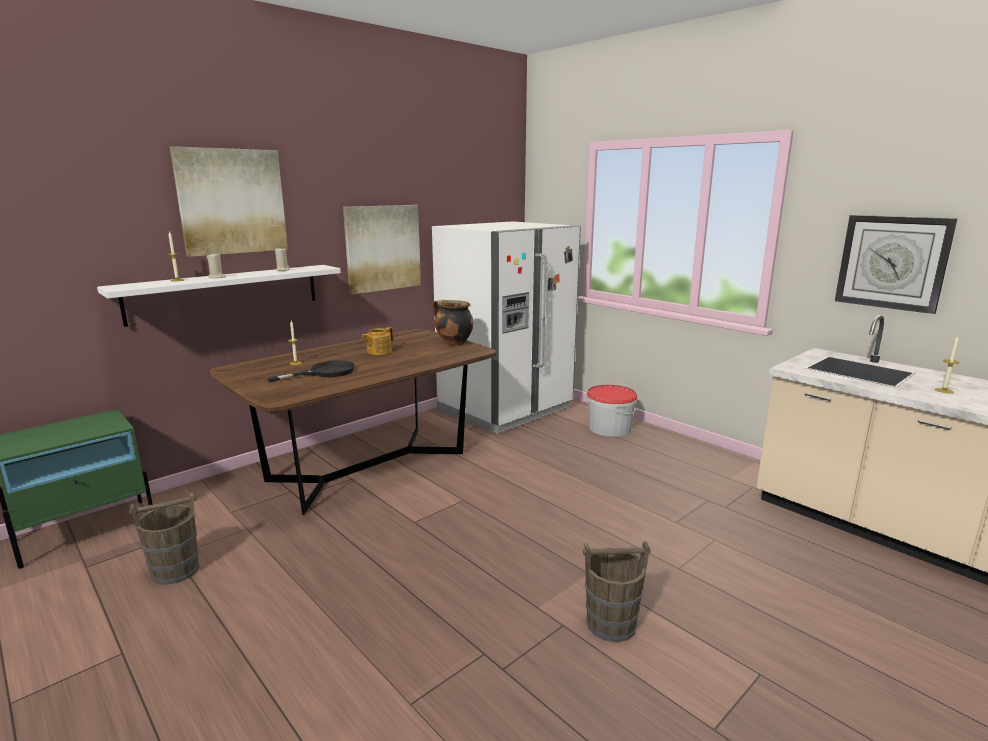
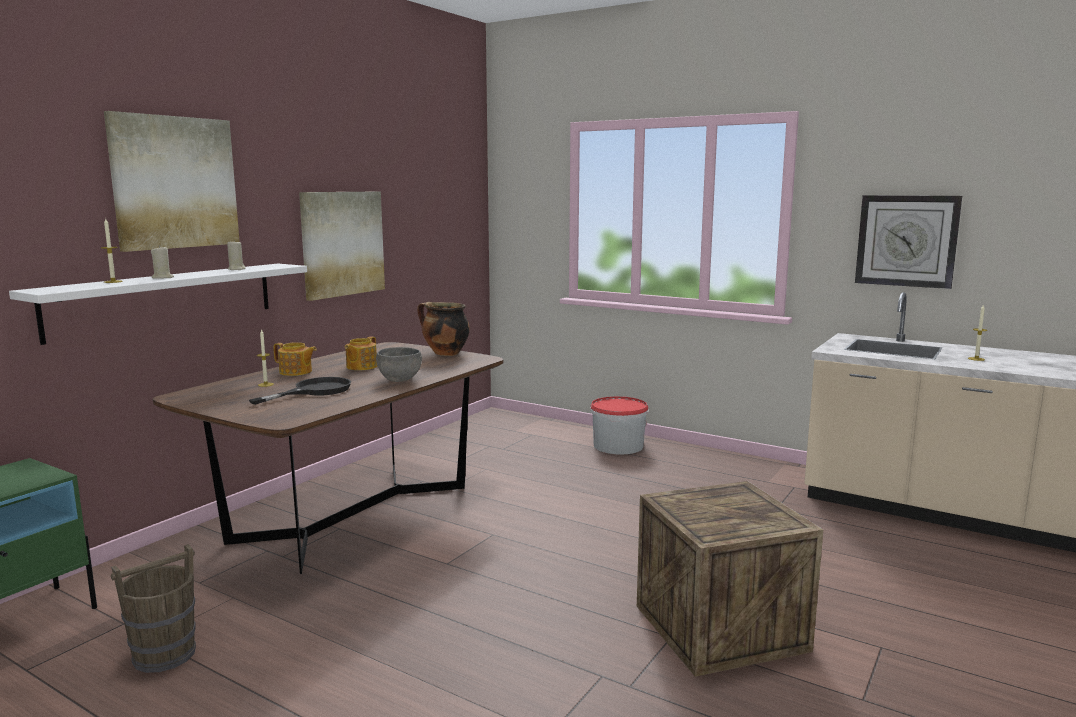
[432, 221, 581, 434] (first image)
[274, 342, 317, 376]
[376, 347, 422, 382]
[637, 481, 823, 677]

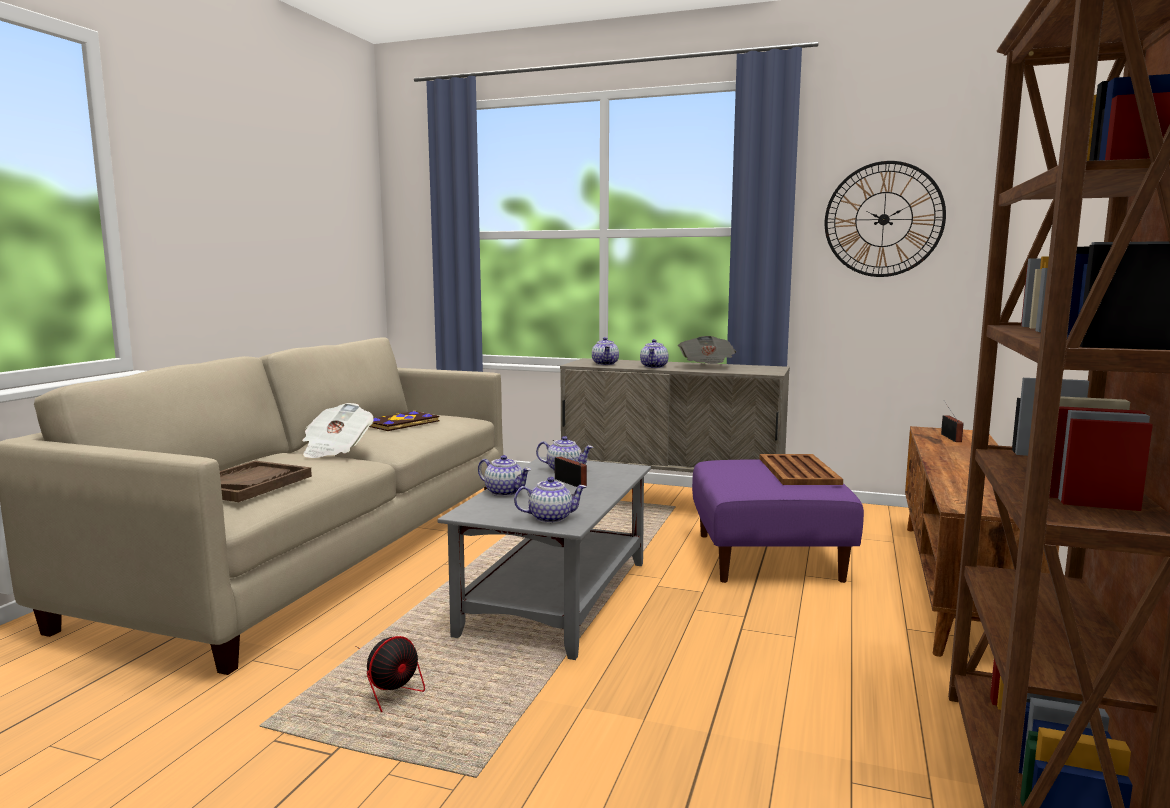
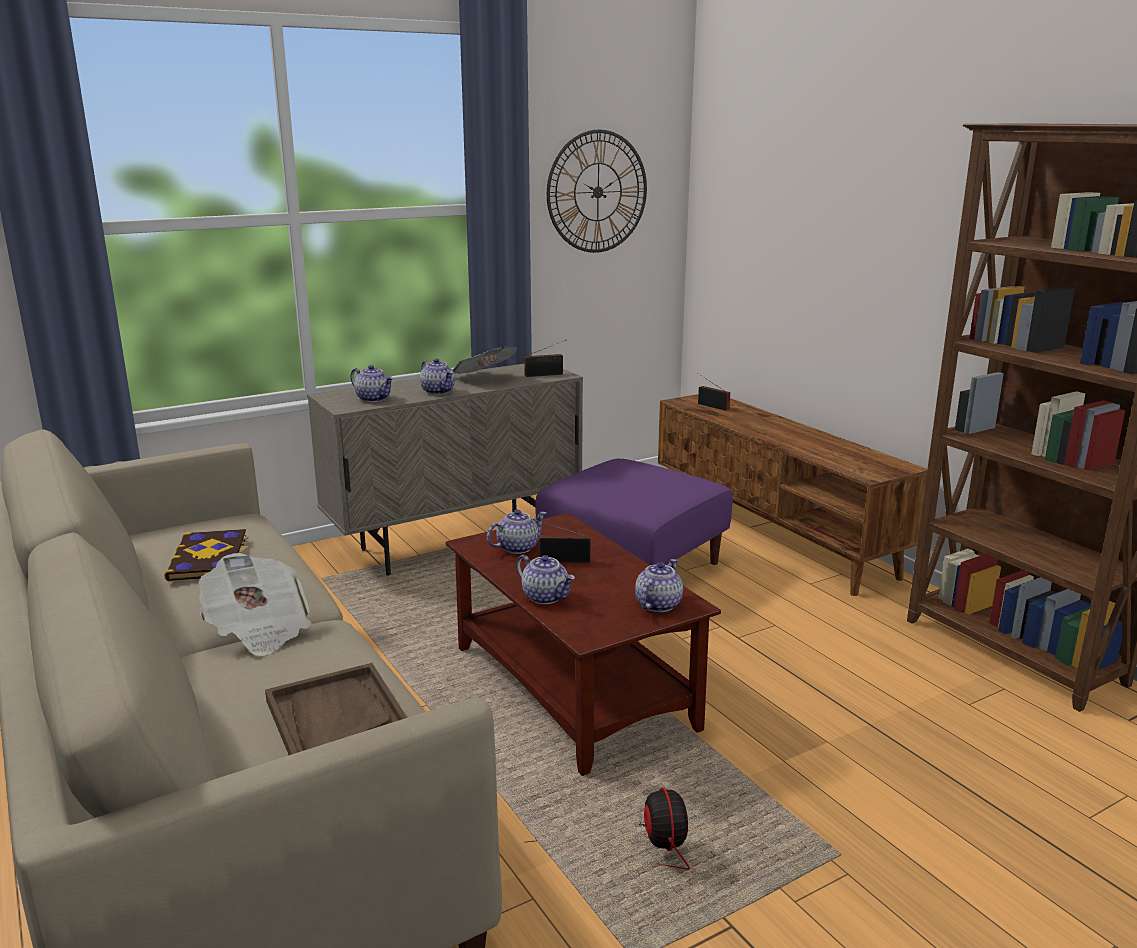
[760, 454, 843, 485] (first image)
[524, 340, 566, 377]
[446, 513, 721, 776]
[516, 555, 575, 604]

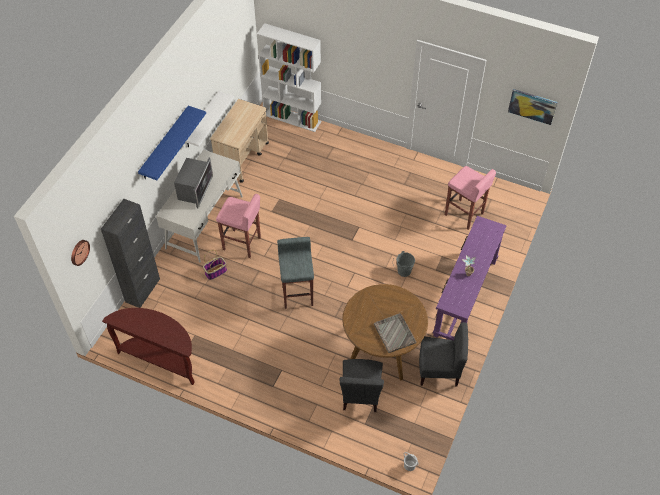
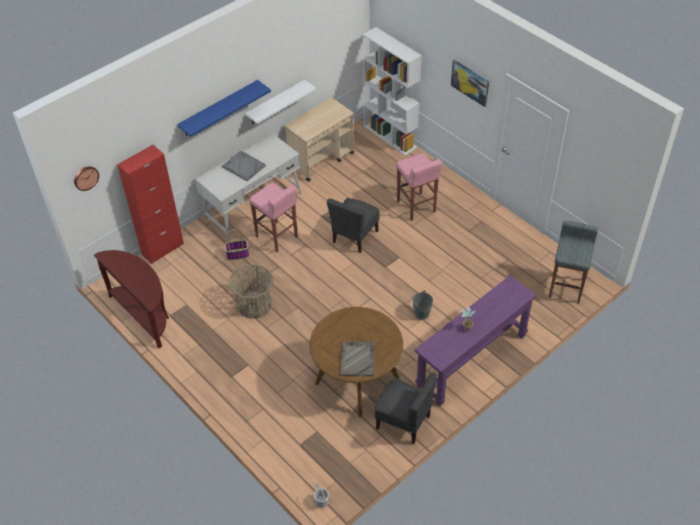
[229, 264, 273, 318]
[549, 221, 598, 304]
[327, 198, 380, 253]
[396, 153, 442, 221]
[451, 60, 489, 107]
[222, 151, 266, 181]
[117, 145, 184, 264]

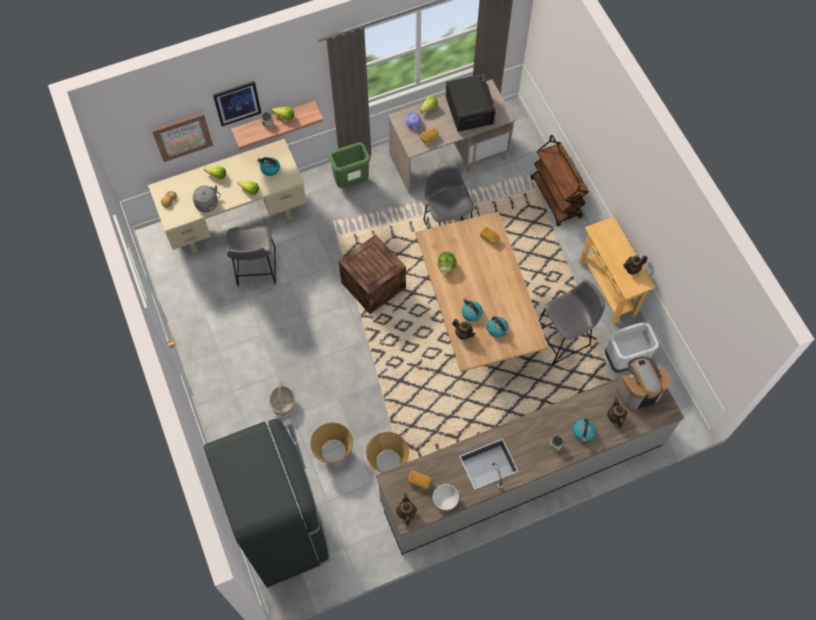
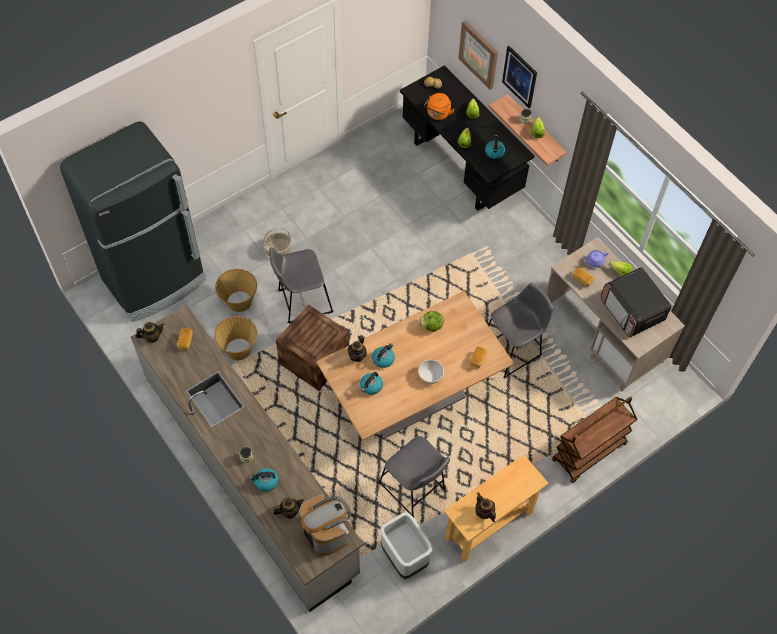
[329, 142, 371, 189] (first image)
[269, 247, 333, 324]
[276, 304, 349, 391]
[418, 360, 444, 384]
[400, 65, 534, 211]
[424, 93, 455, 120]
[601, 267, 671, 337]

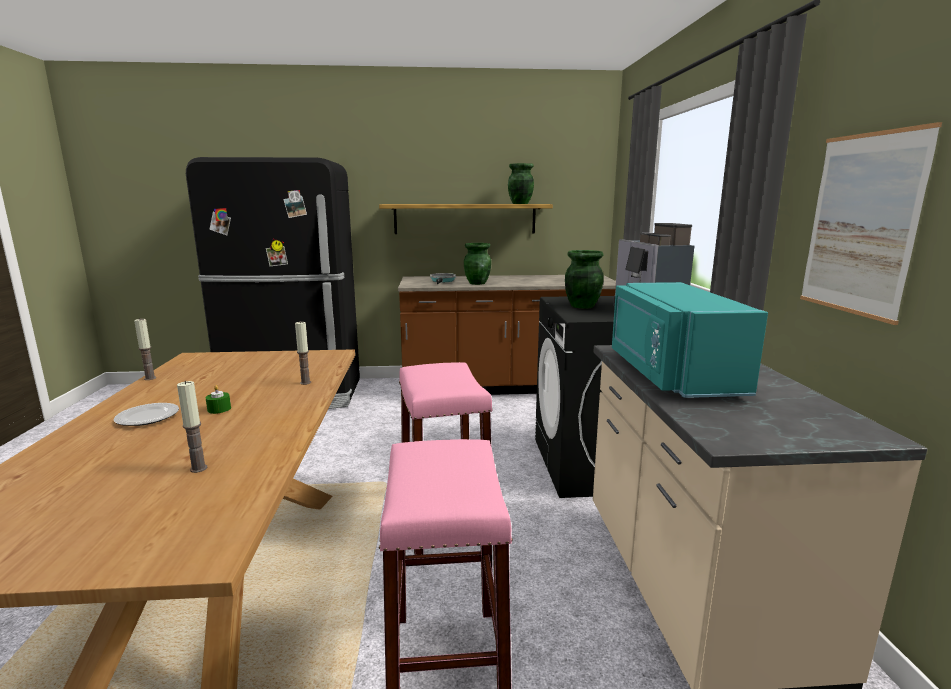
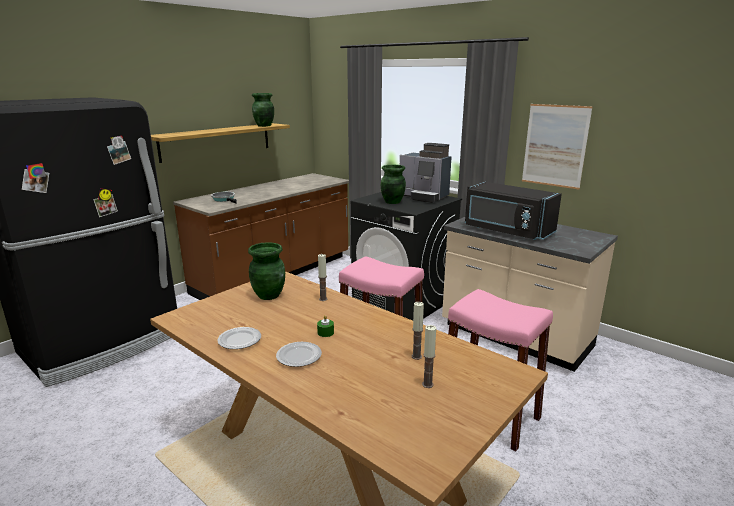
[217, 327, 261, 349]
[422, 325, 436, 388]
[248, 242, 285, 300]
[465, 182, 562, 240]

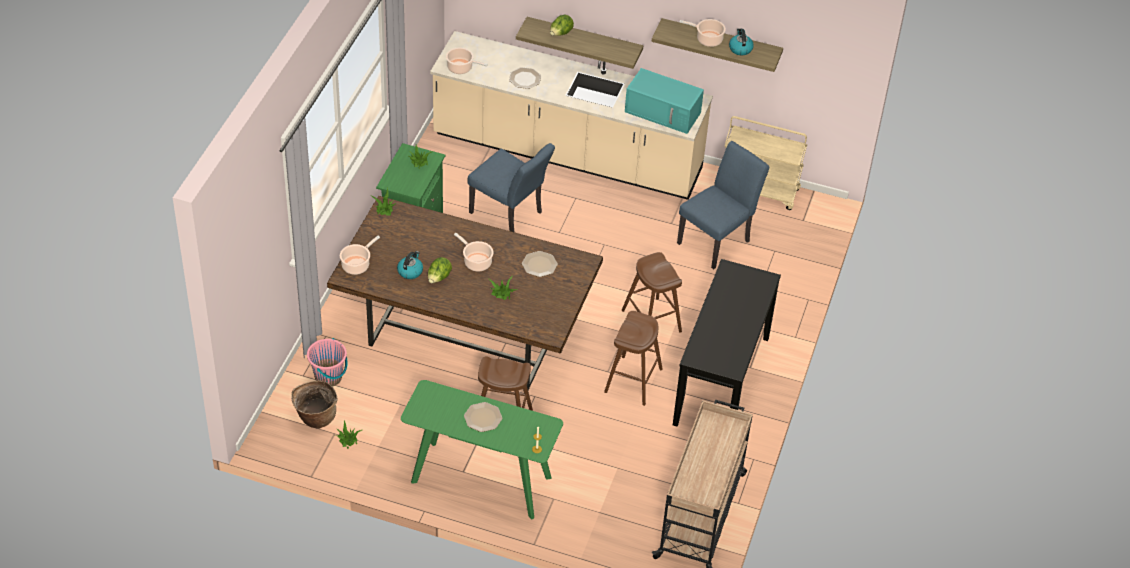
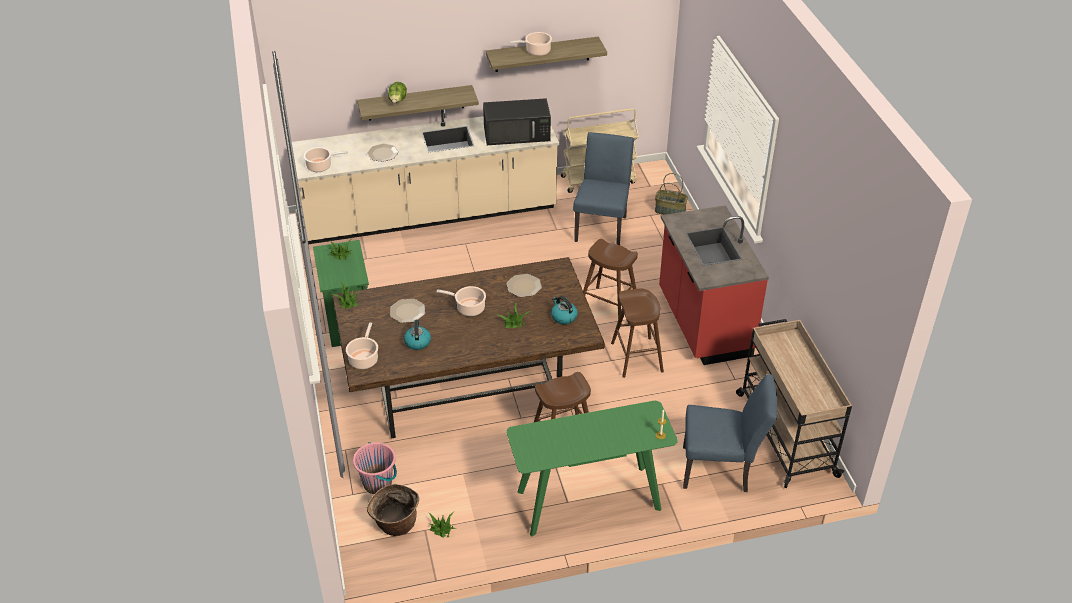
[428, 257, 452, 283] (first image)
[655, 173, 688, 215]
[390, 299, 425, 323]
[683, 374, 777, 492]
[551, 296, 578, 324]
[659, 205, 769, 365]
[483, 98, 551, 145]

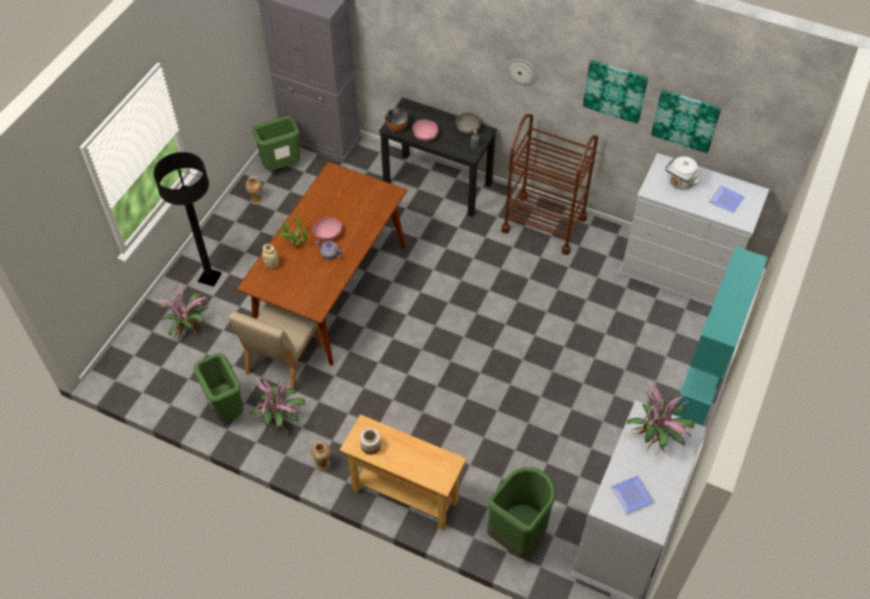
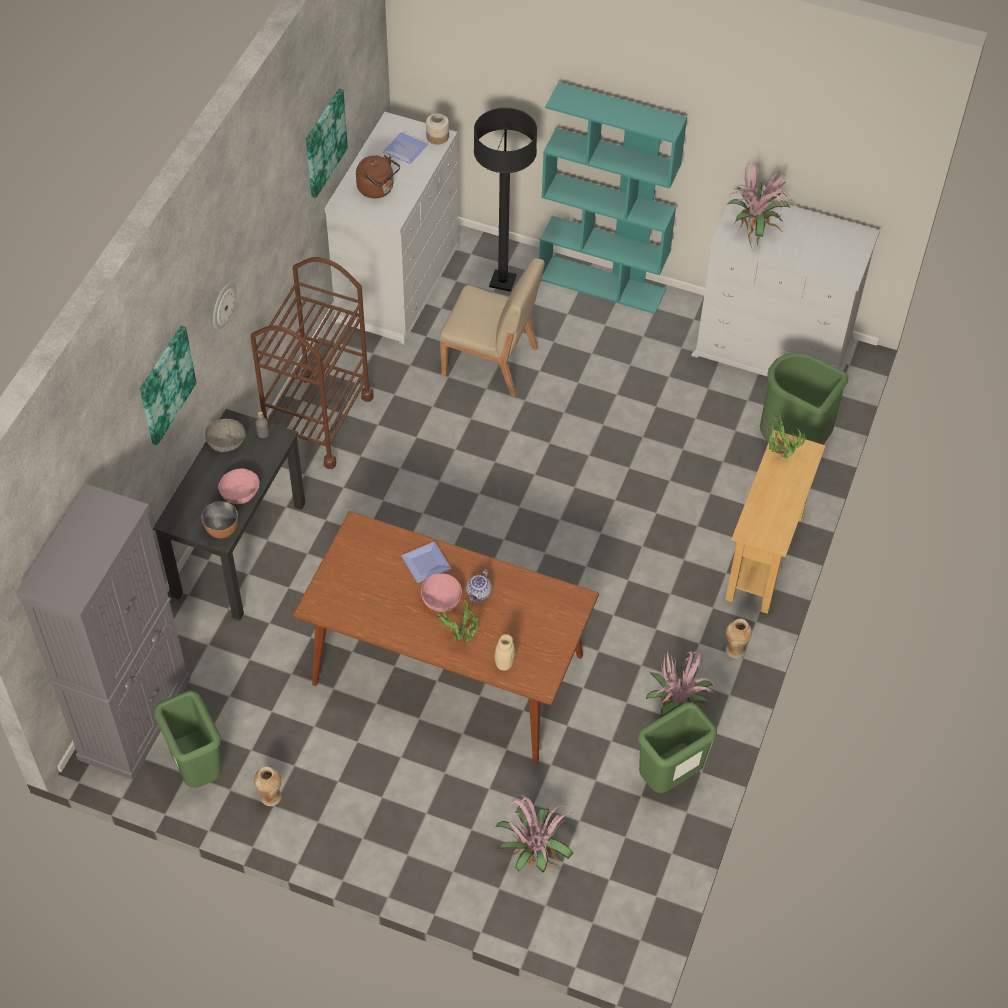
[766, 413, 805, 458]
[474, 108, 537, 292]
[439, 258, 545, 397]
[426, 114, 449, 145]
[140, 326, 197, 445]
[401, 542, 451, 583]
[356, 155, 400, 198]

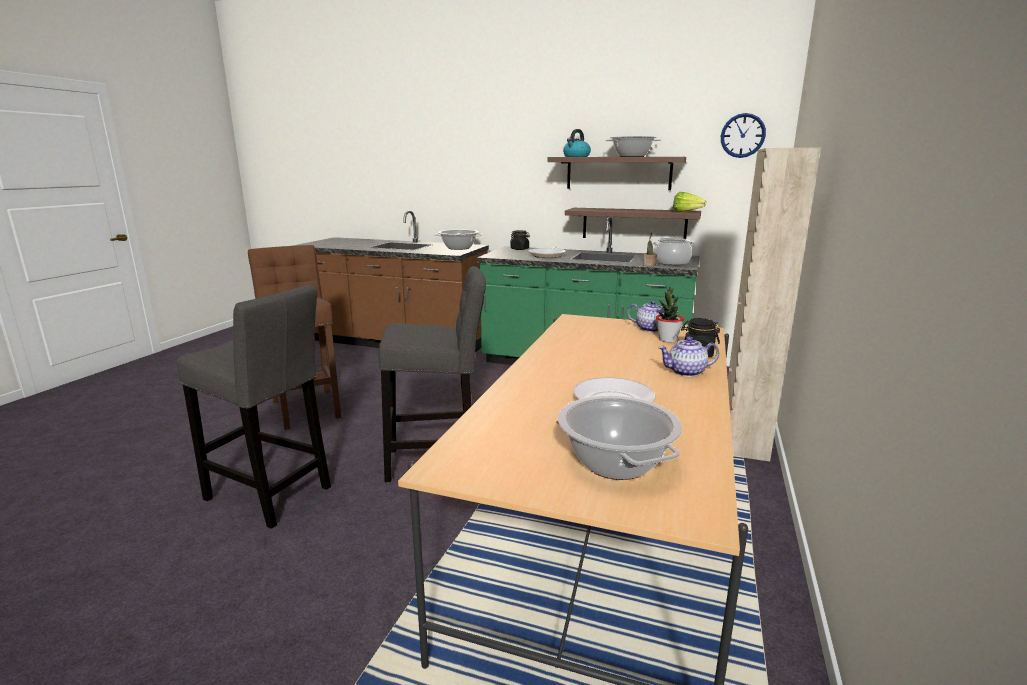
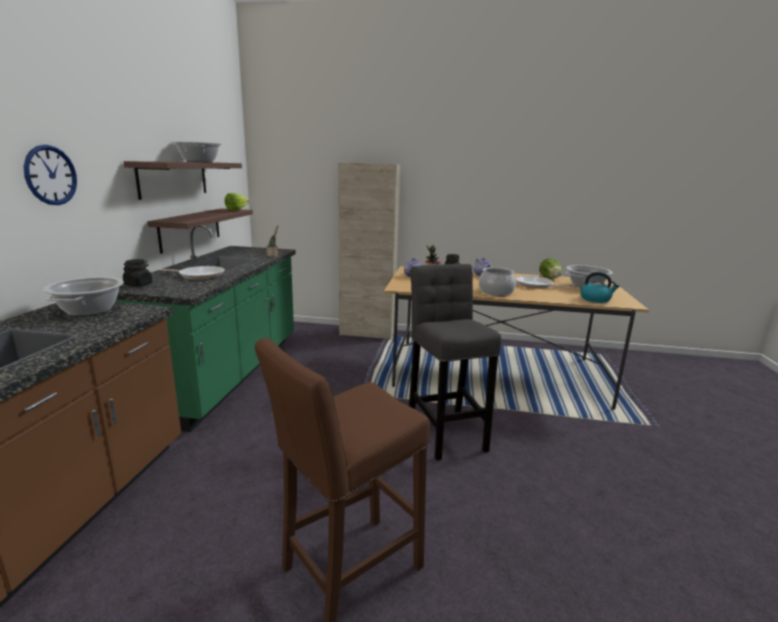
[177, 284, 331, 529] (first image)
[539, 258, 562, 279]
[580, 272, 619, 303]
[479, 267, 516, 296]
[24, 145, 77, 205]

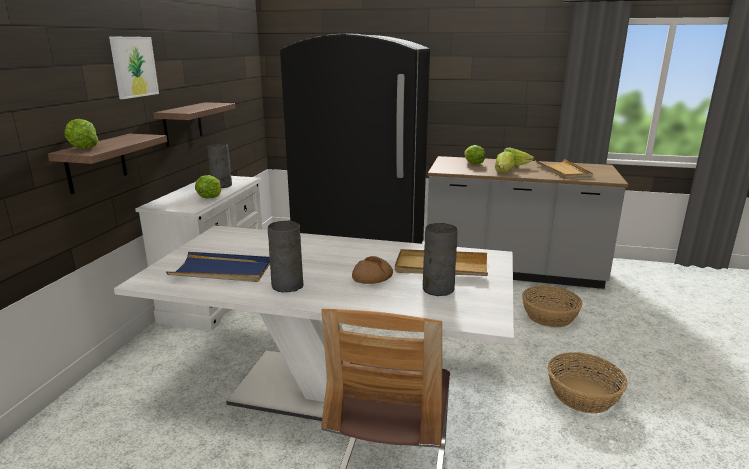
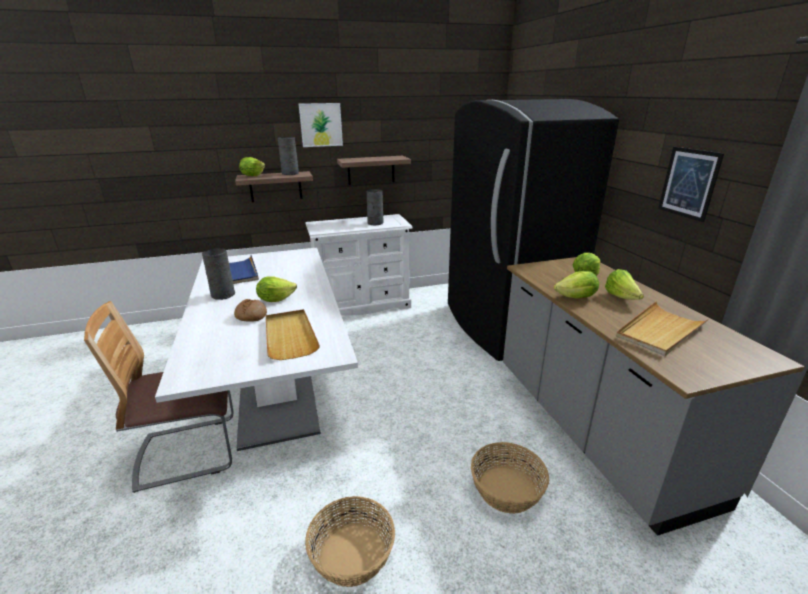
[658, 147, 724, 222]
[256, 276, 297, 302]
[278, 137, 299, 175]

